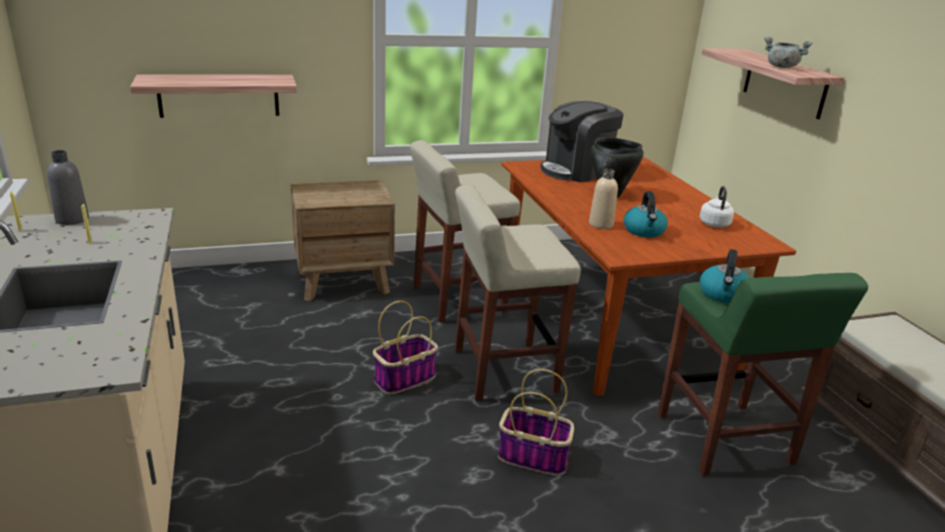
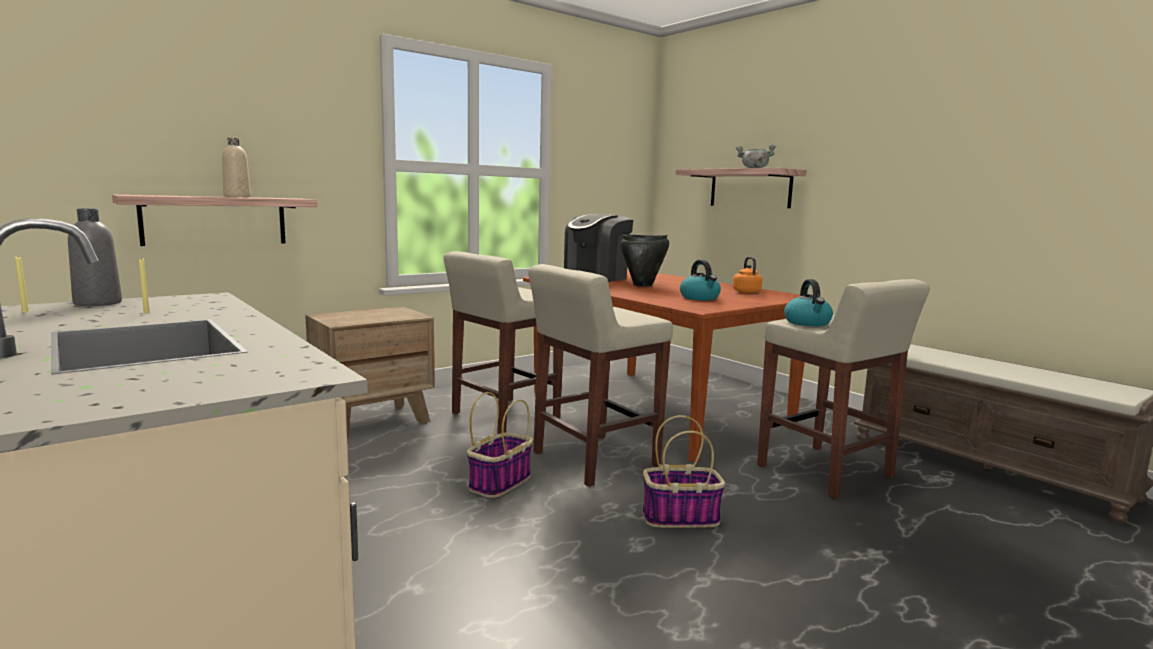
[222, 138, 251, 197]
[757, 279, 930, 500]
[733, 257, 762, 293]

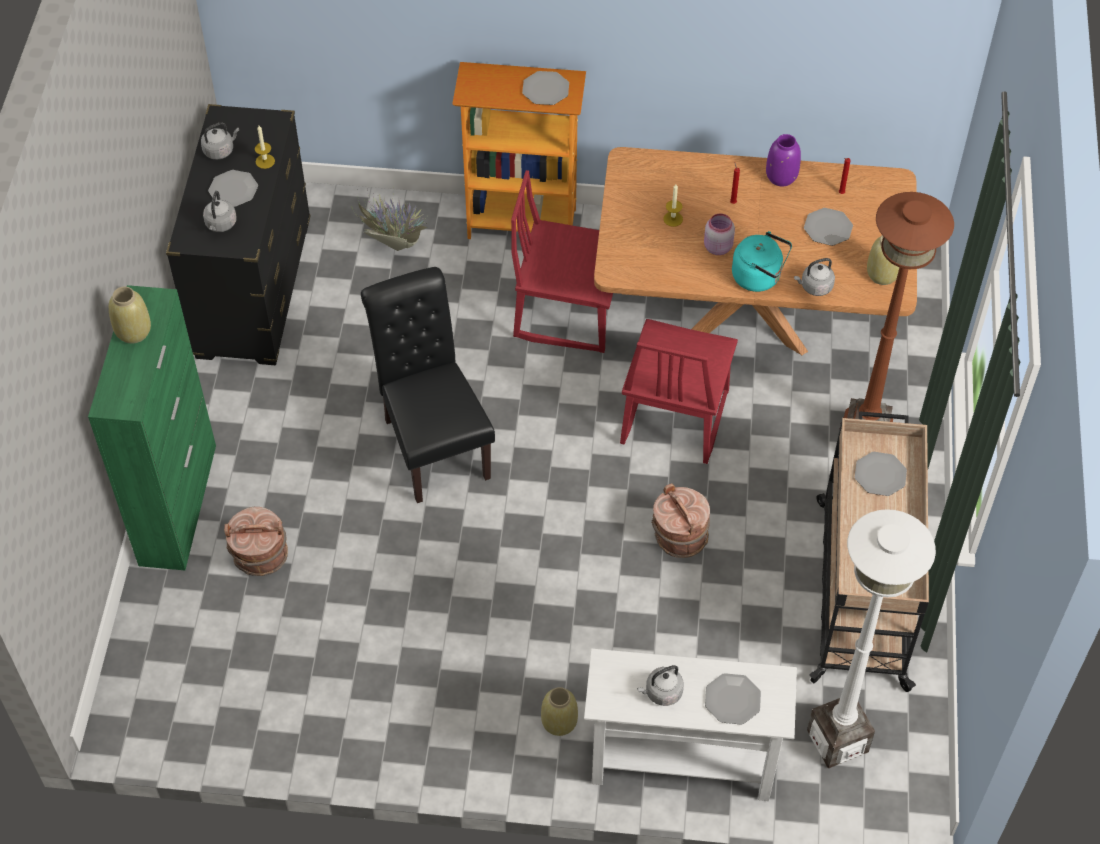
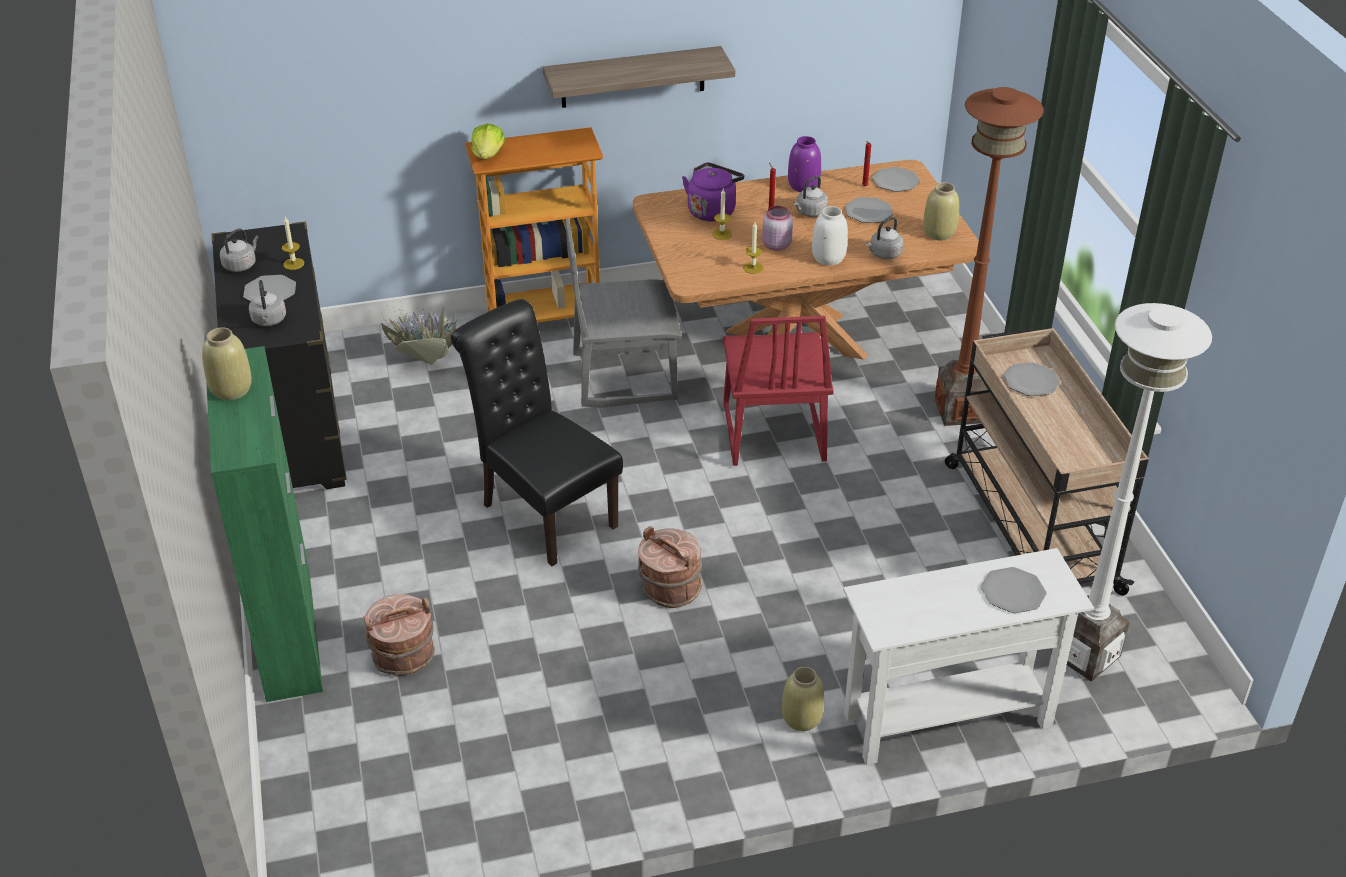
[471, 124, 505, 159]
[543, 46, 735, 108]
[682, 162, 744, 221]
[743, 222, 763, 274]
[872, 167, 920, 192]
[793, 176, 828, 217]
[638, 526, 703, 608]
[812, 206, 848, 266]
[565, 218, 682, 408]

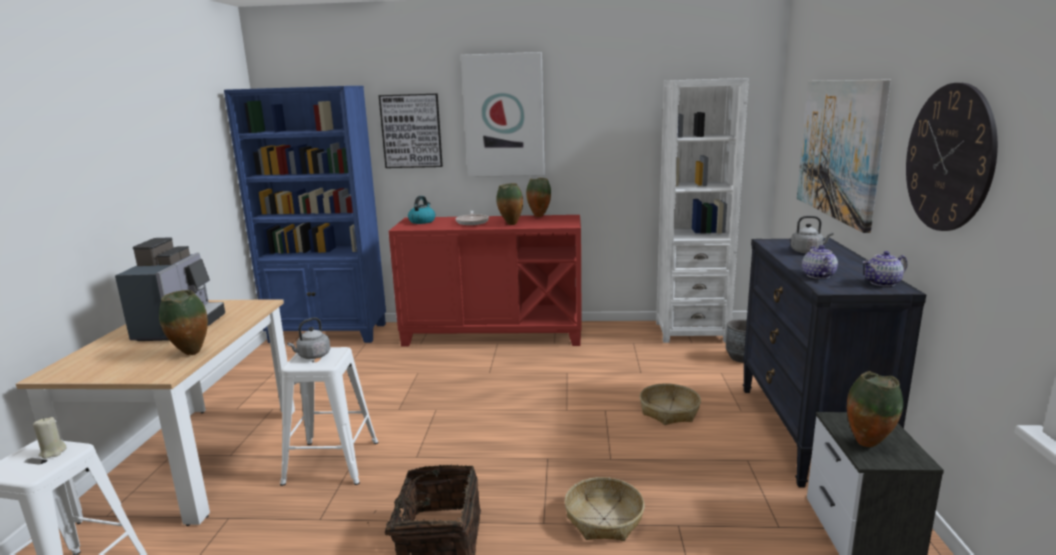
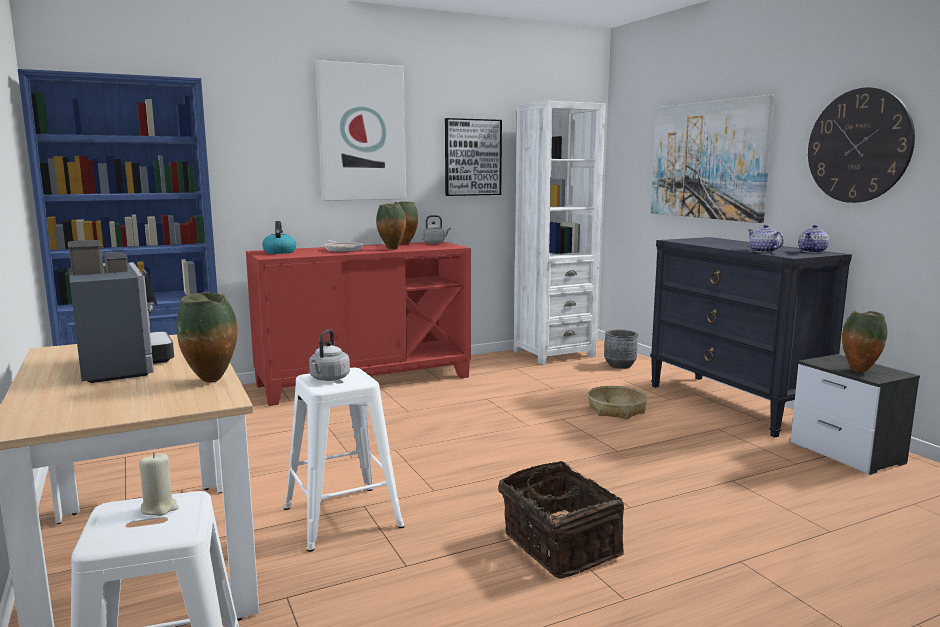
[565, 477, 644, 541] (first image)
[445, 118, 502, 196]
[422, 215, 451, 244]

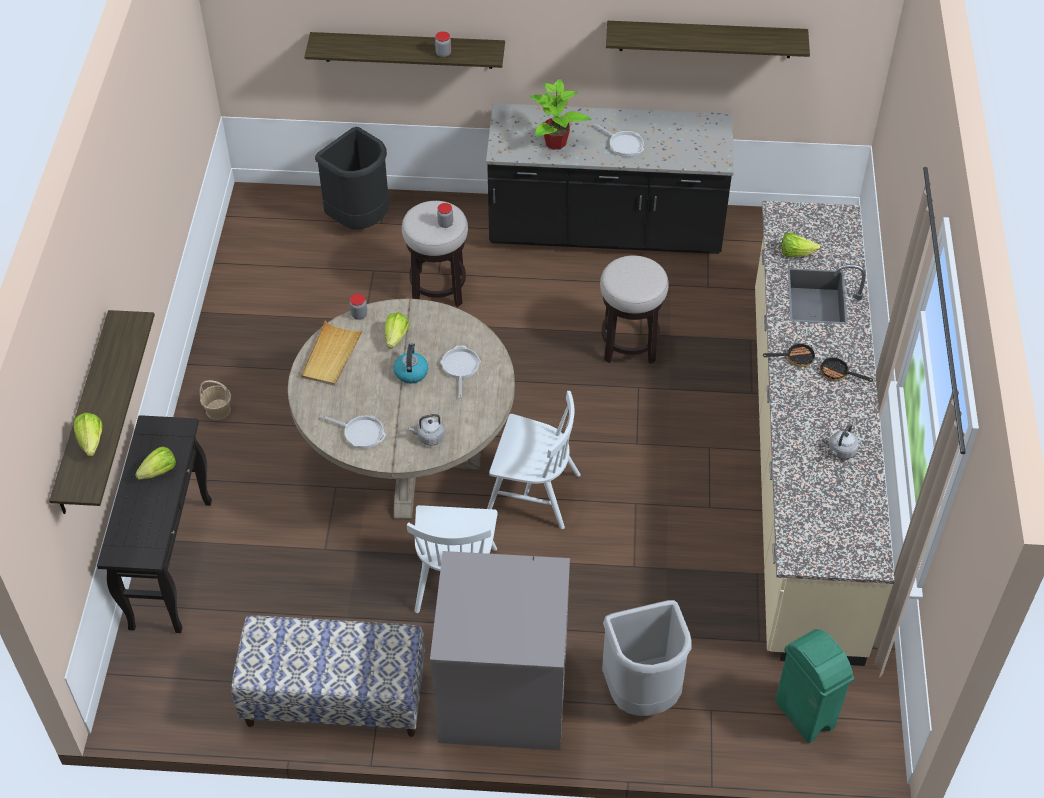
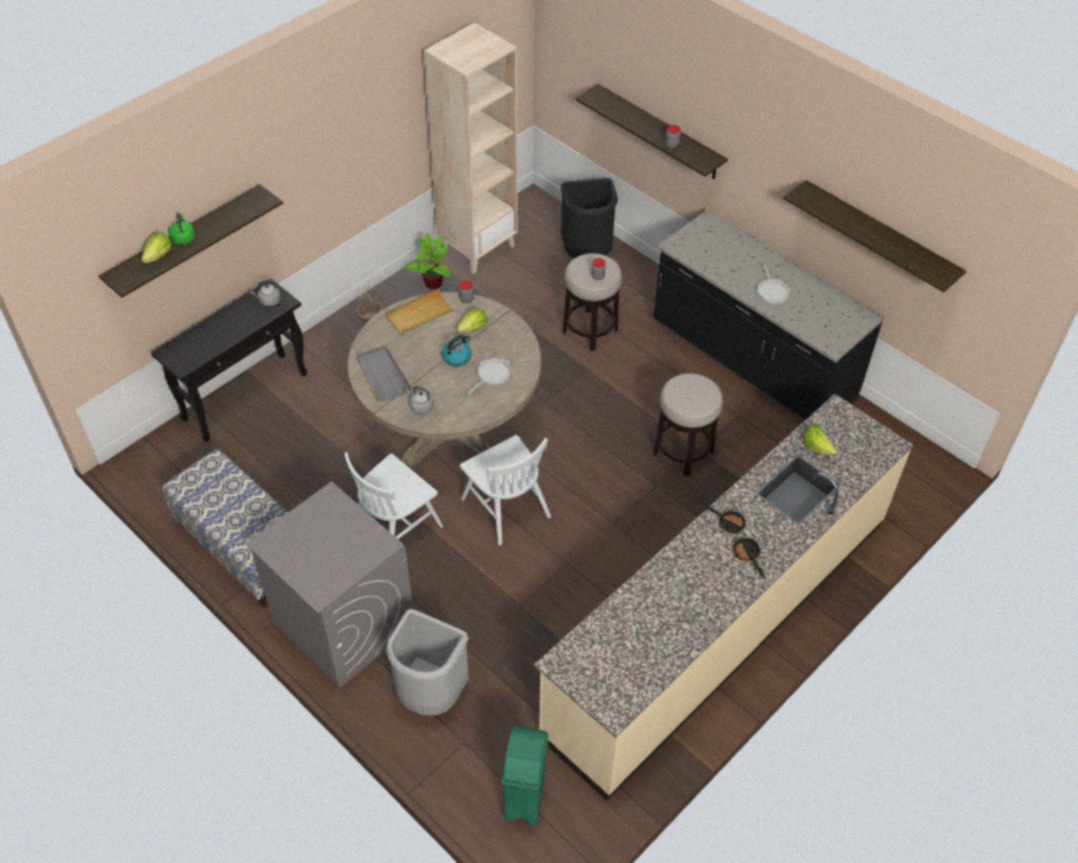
[135, 447, 176, 480] (first image)
[169, 213, 195, 245]
[424, 22, 518, 274]
[405, 233, 451, 289]
[250, 280, 281, 306]
[357, 346, 412, 401]

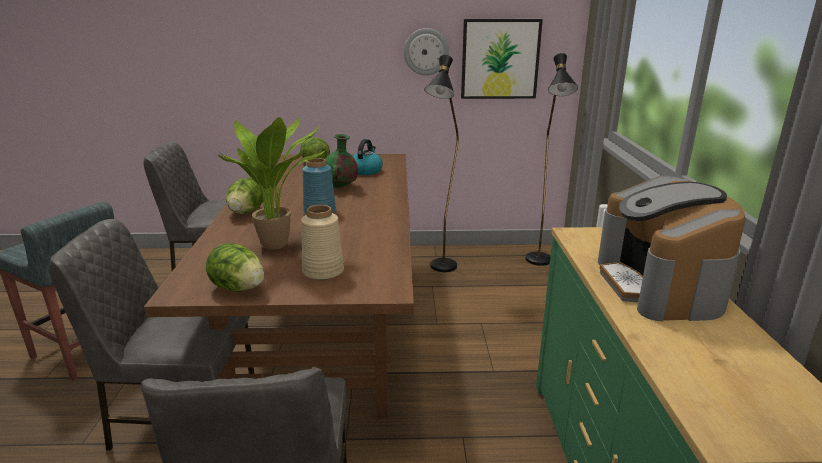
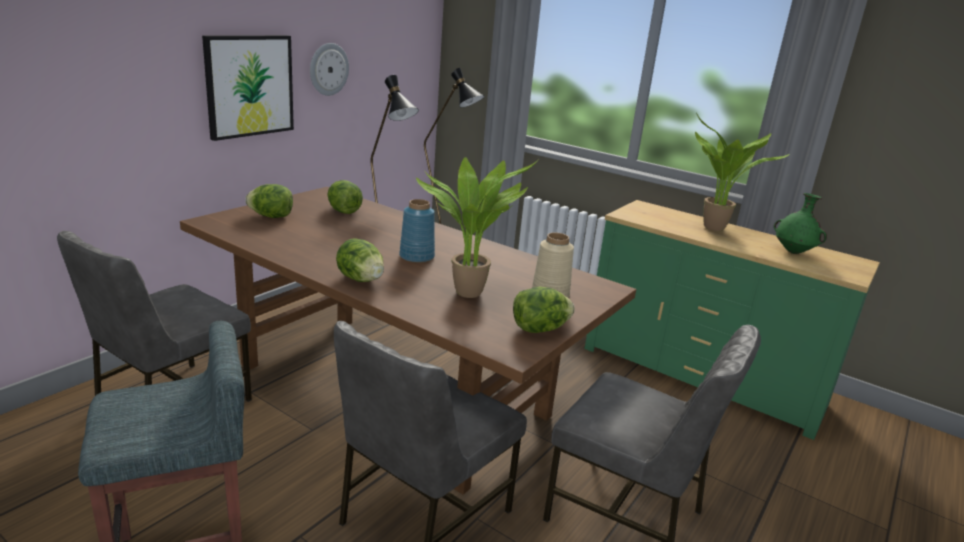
[774, 193, 827, 254]
[202, 35, 294, 141]
[327, 180, 363, 214]
[695, 113, 790, 231]

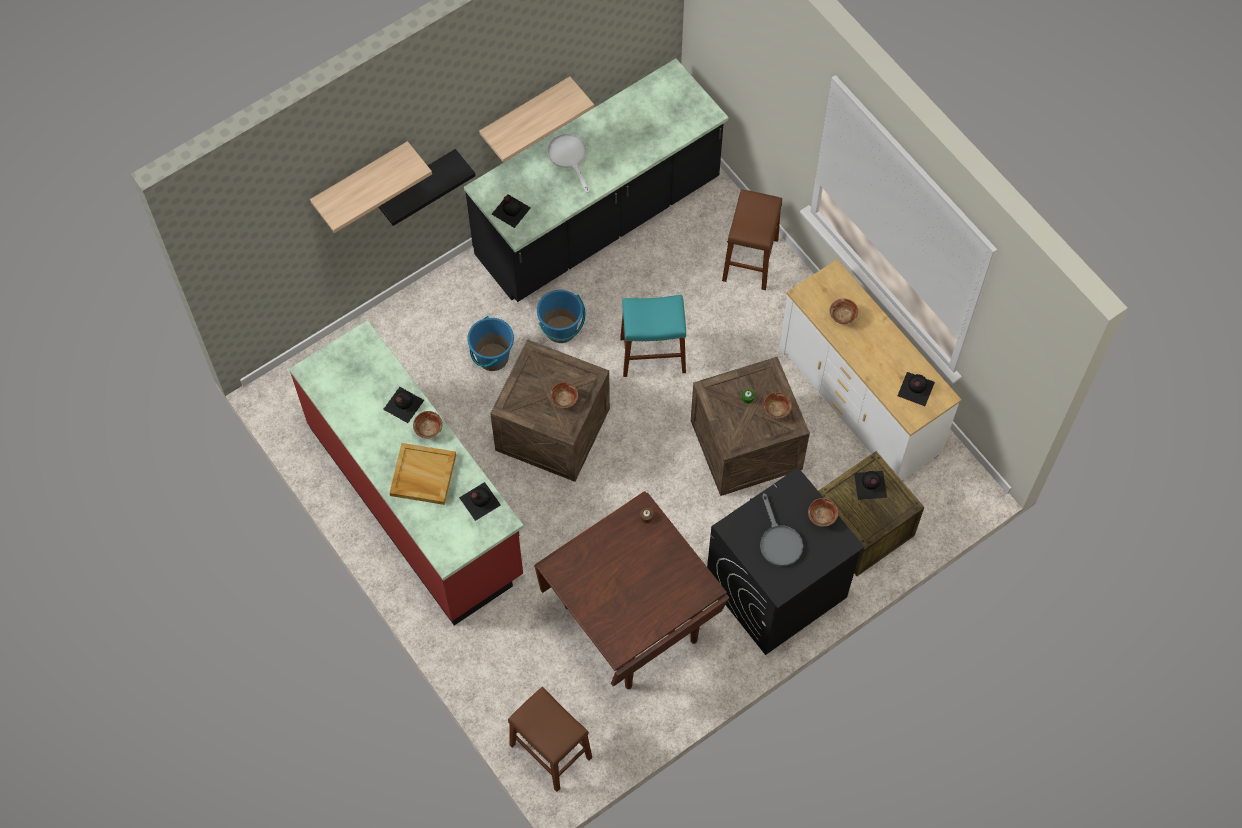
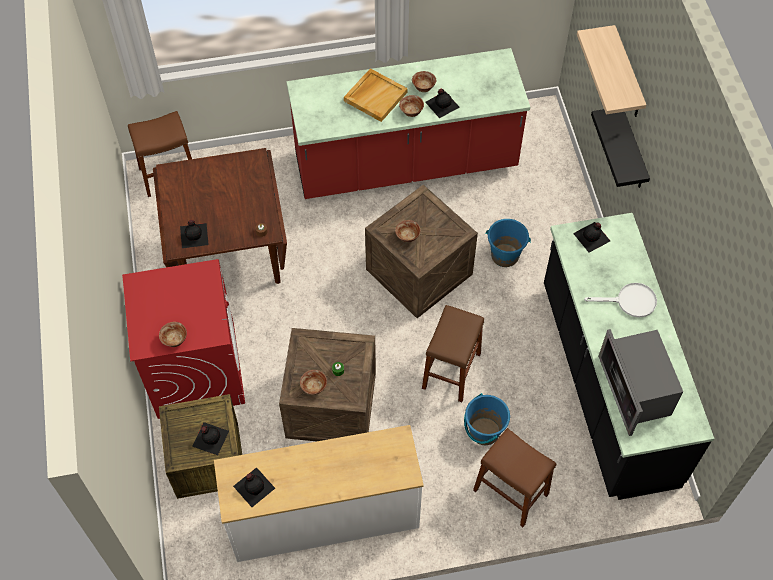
[479, 77, 594, 163] (first image)
[760, 493, 803, 566] (first image)
[598, 329, 683, 436]
[180, 220, 209, 248]
[464, 393, 510, 445]
[412, 71, 436, 92]
[422, 305, 484, 402]
[122, 259, 245, 419]

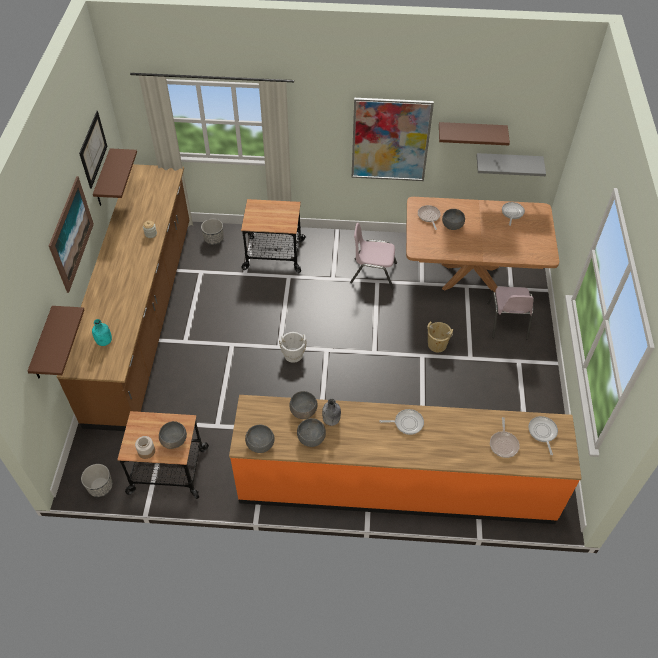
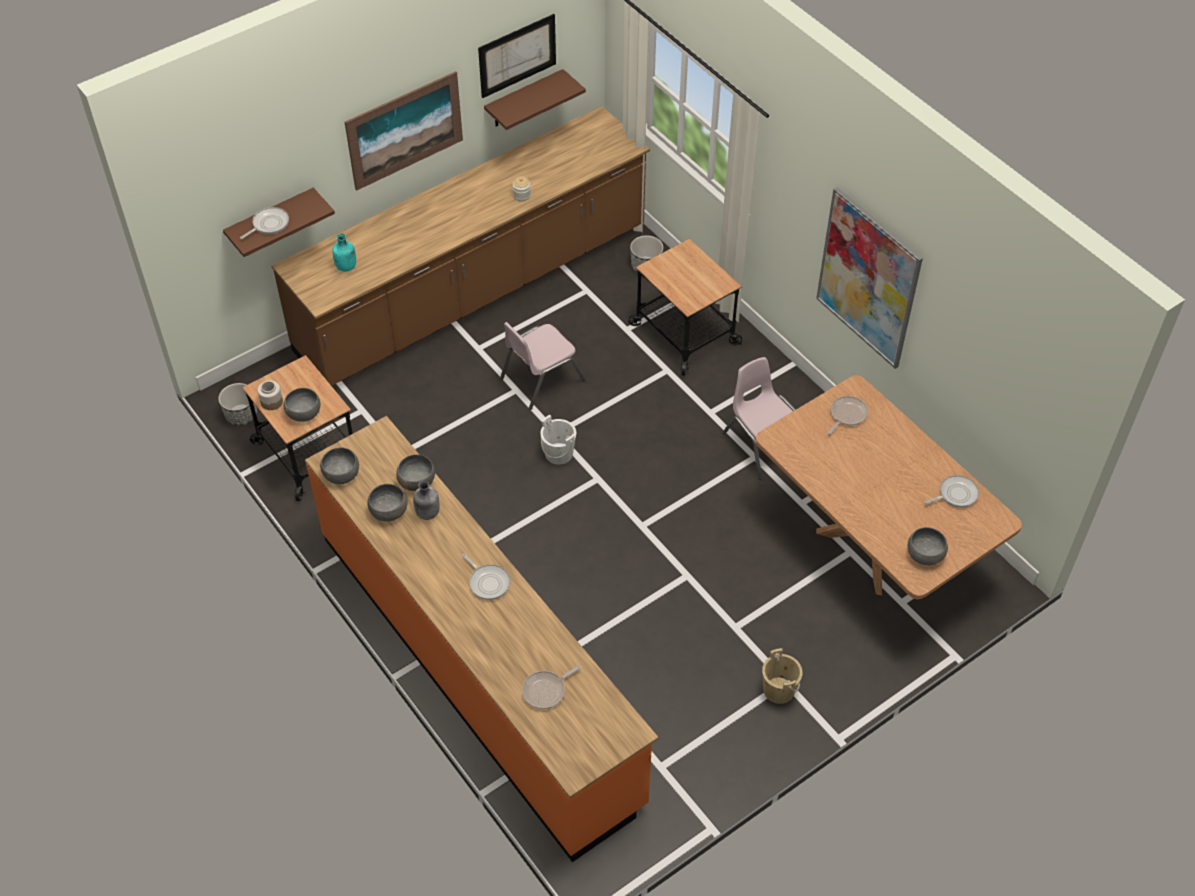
[439, 122, 510, 145] (first image)
[477, 153, 546, 176] (first image)
[762, 648, 803, 704]
[908, 527, 948, 565]
[500, 322, 585, 410]
[240, 207, 289, 239]

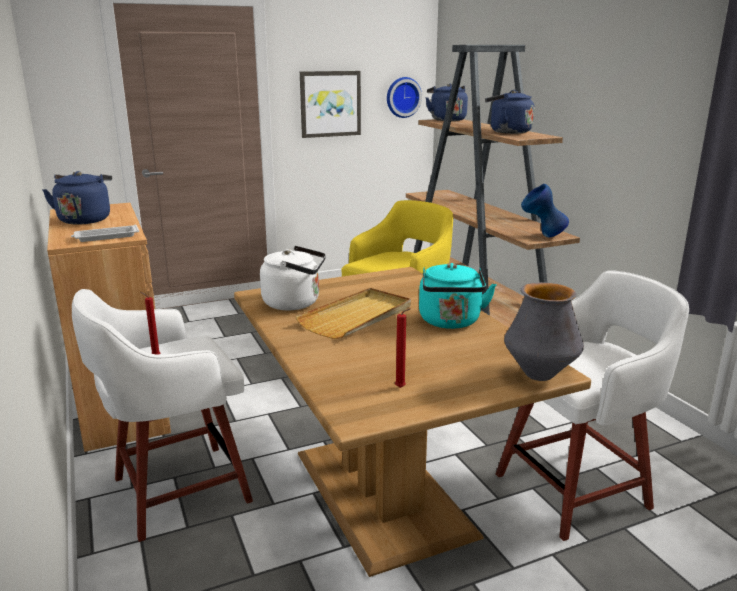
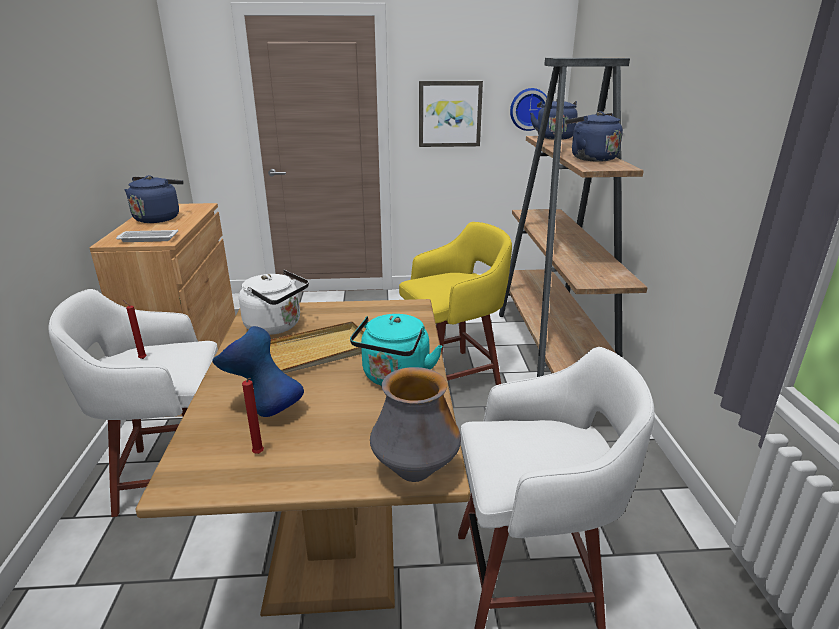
[212, 326, 304, 417]

